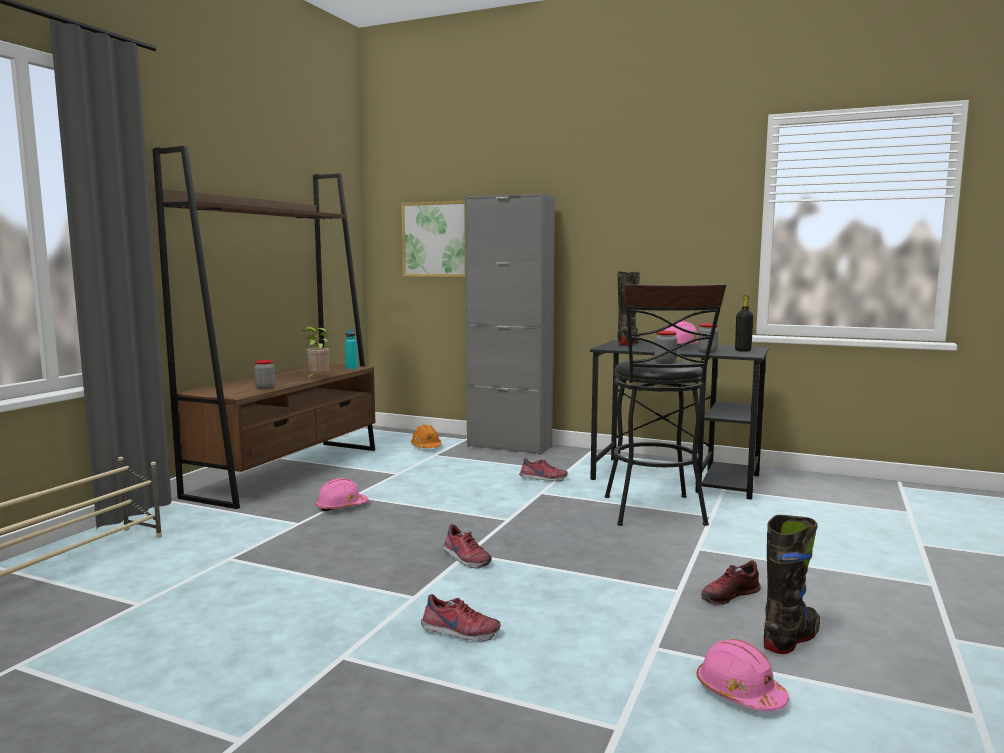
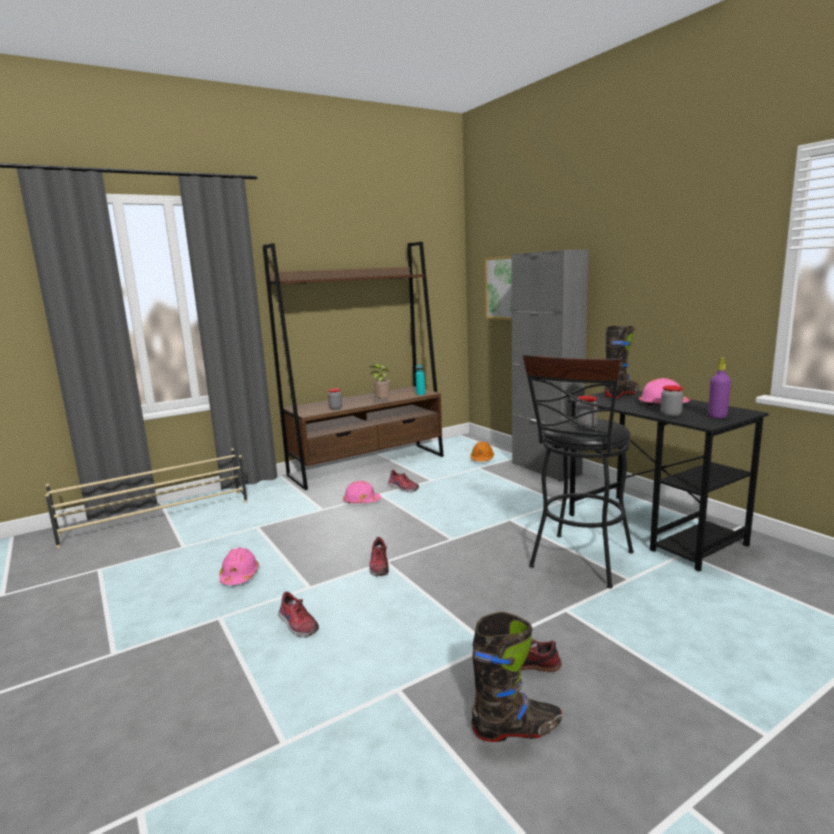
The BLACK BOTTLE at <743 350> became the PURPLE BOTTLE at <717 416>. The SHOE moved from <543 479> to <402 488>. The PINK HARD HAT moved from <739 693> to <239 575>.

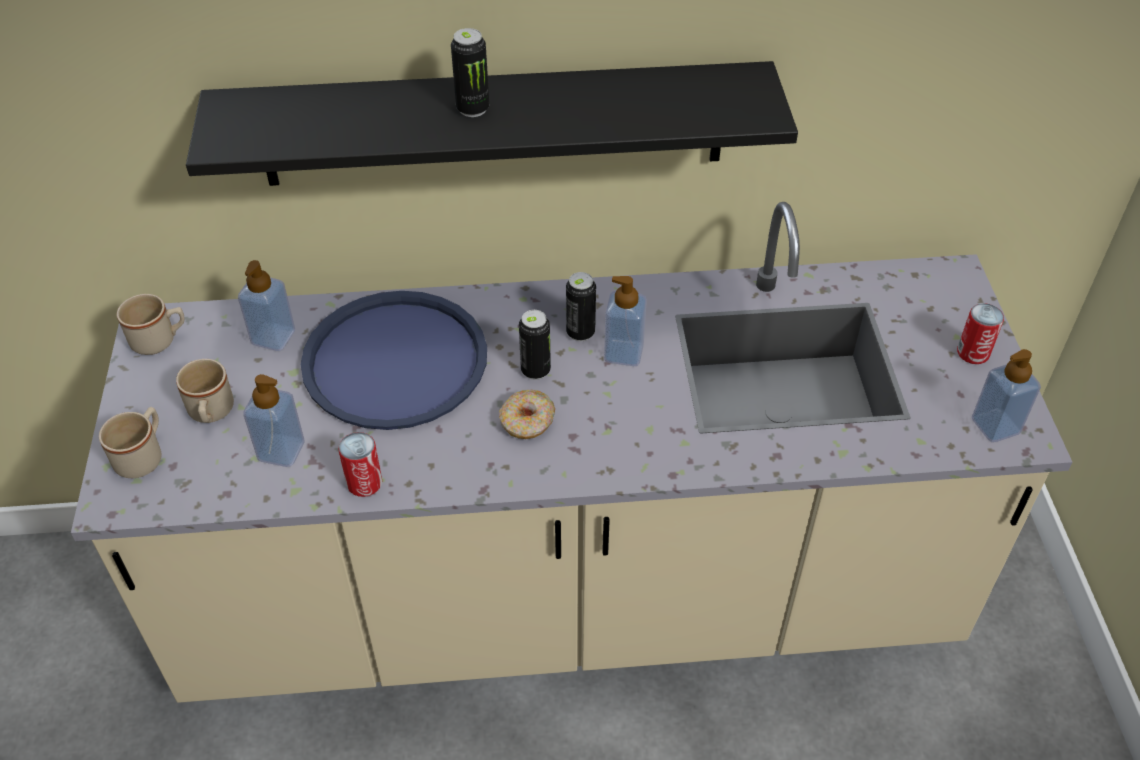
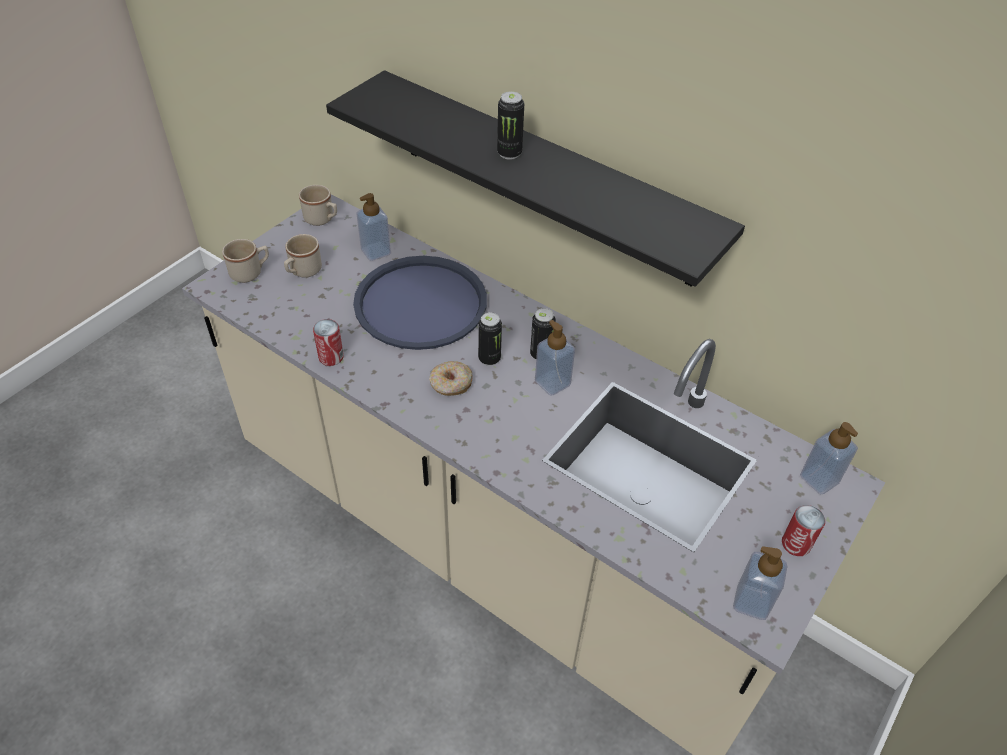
The SOAP DISPENSER moved from <281 451> to <819 479>.

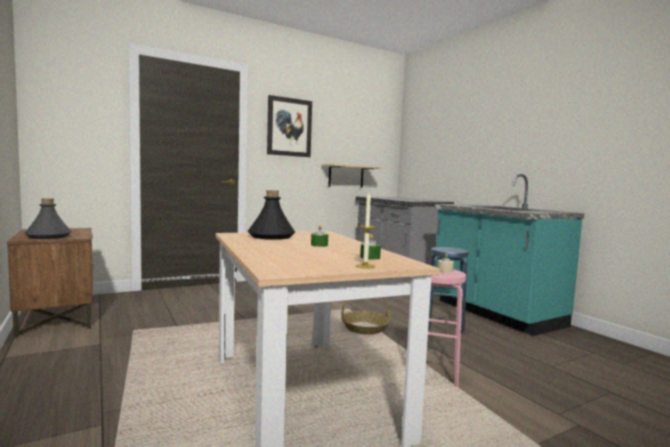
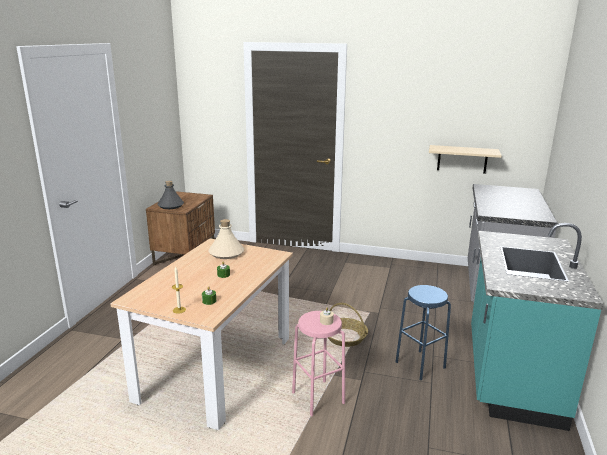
The PICTURE at <289 127> disappeared. The BLACK BOTTLE at <271 236> became the BEIGE BOTTLE at <226 253>.

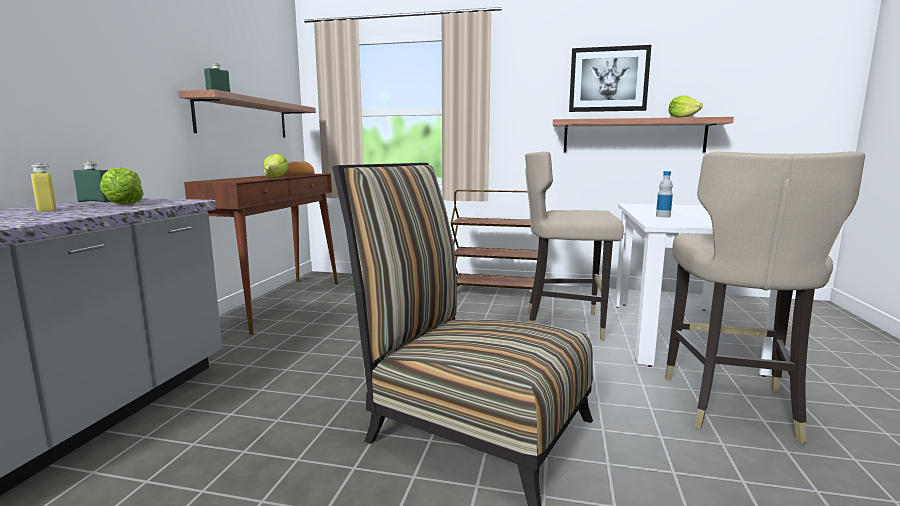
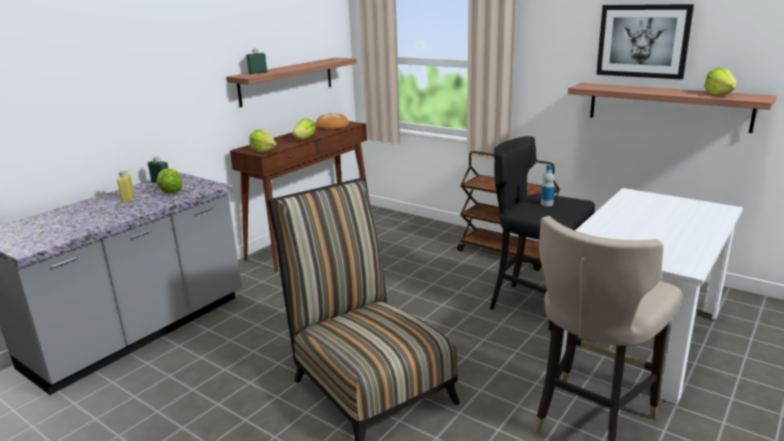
The BEIGE STOOL at <565 324> became the BLACK STOOL at <535 305>. The BOTTLE moved from <663 216> to <546 204>. The LETTUCE at <263 151> appeared.

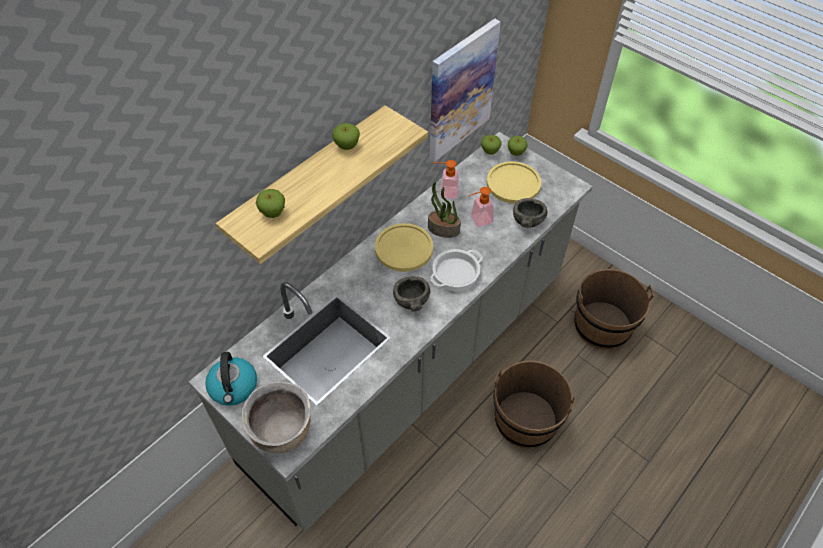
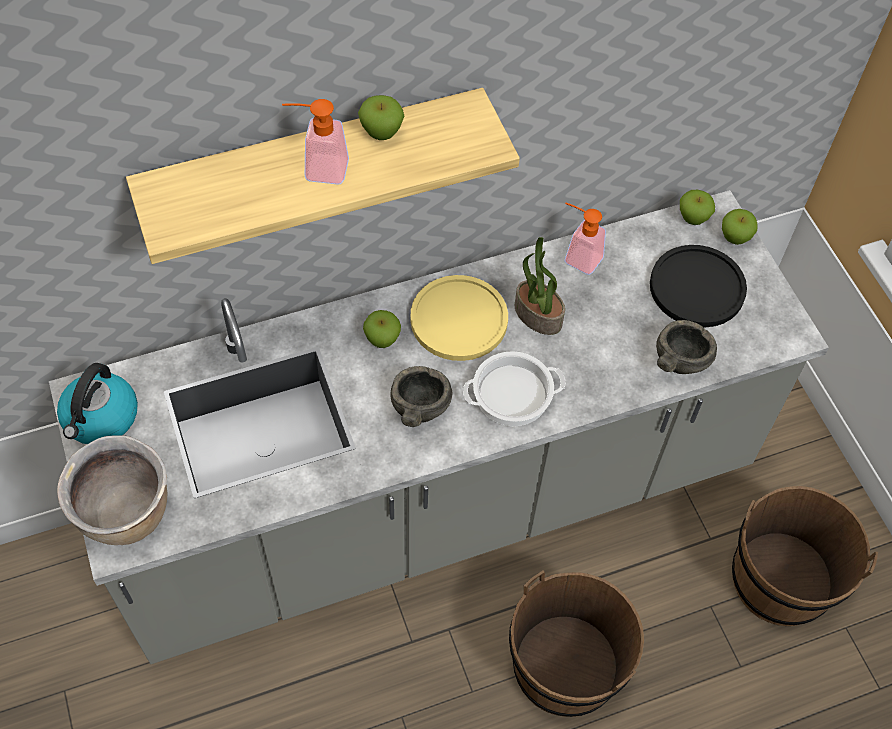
The PICTURE at <460 91> disappeared. The YELLOW PLATE at <513 183> became the BLACK PLATE at <697 287>. The SOAP DISPENSER moved from <477 221> to <318 169>. The APPLE moved from <273 213> to <382 339>.

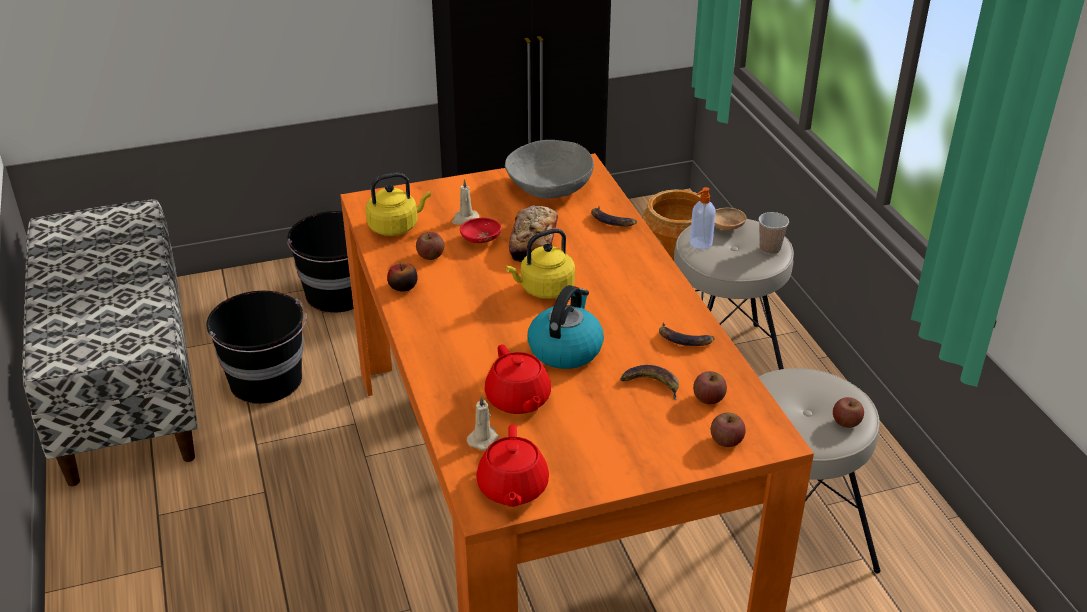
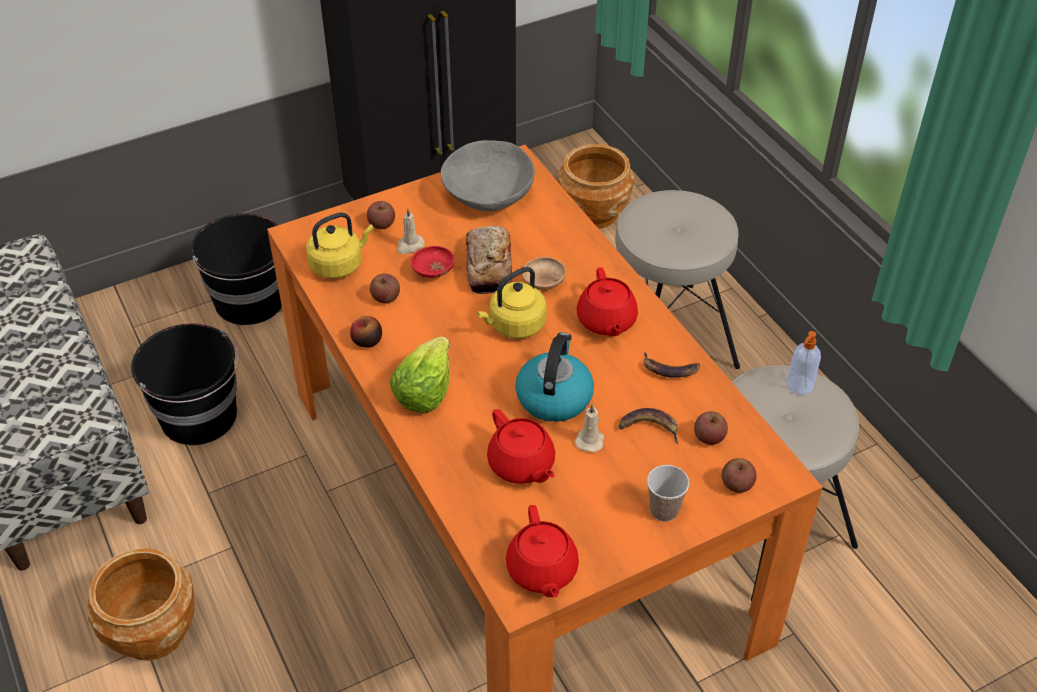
The SOAP DISPENSER moved from <700 243> to <799 385>. The BANANA at <612 220> disappeared. The BROWN BOWL moved from <726 227> to <543 283>. The CUP moved from <769 249> to <664 510>. The BEIGE CANDLE moved from <484 439> to <590 440>. The APPLE moved from <846 422> to <381 224>. The RED TEAPOT at <606 321> appeared. The LETTUCE at <424 390> appeared. The BROWN PLANTER at <153 632> appeared.

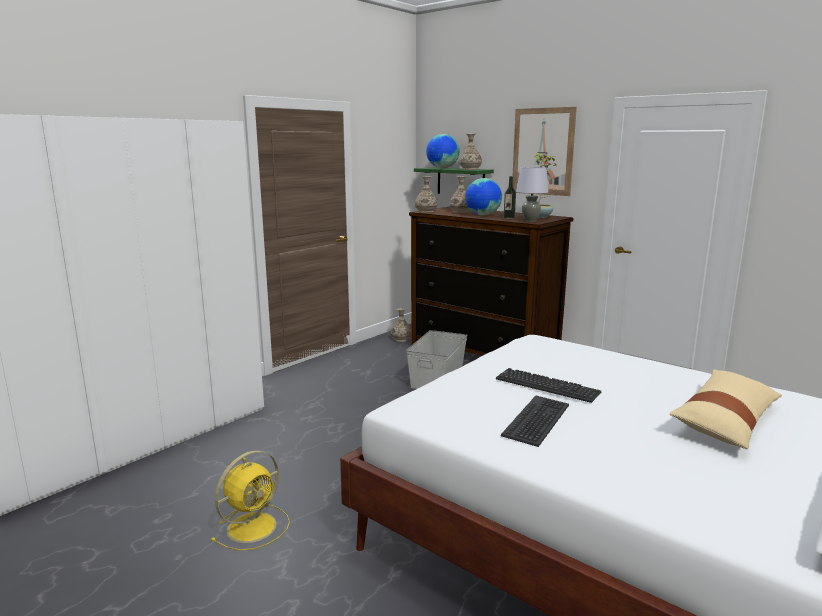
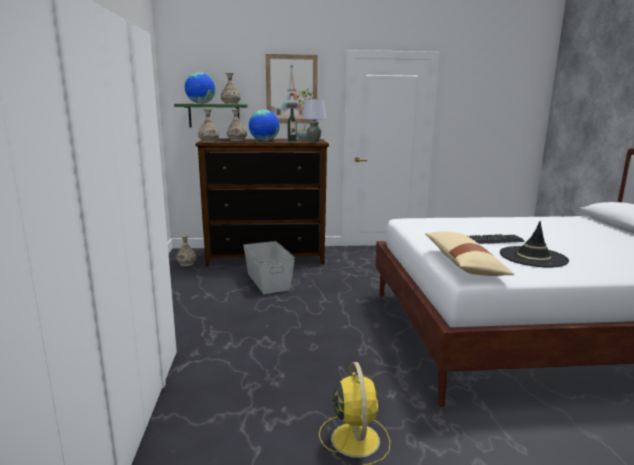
The BEIGE PILLOW moved from <725 421> to <463 264>. The KEYBOARD at <537 420> was replaced by the BLACK HAT at <533 257>.

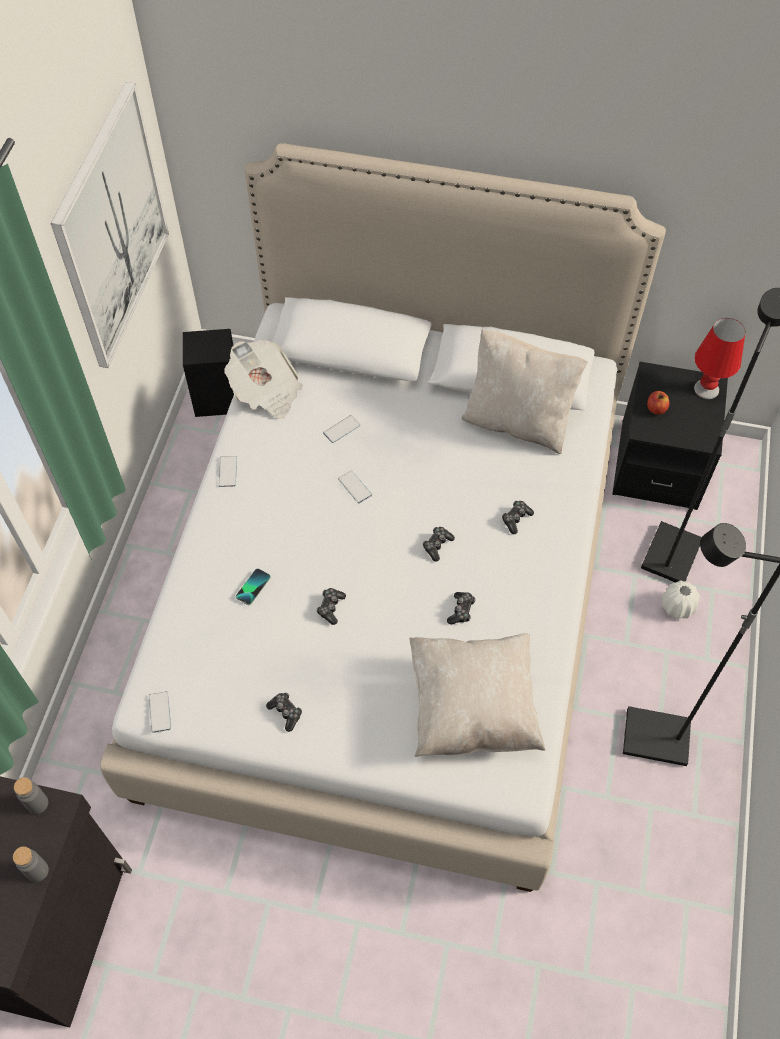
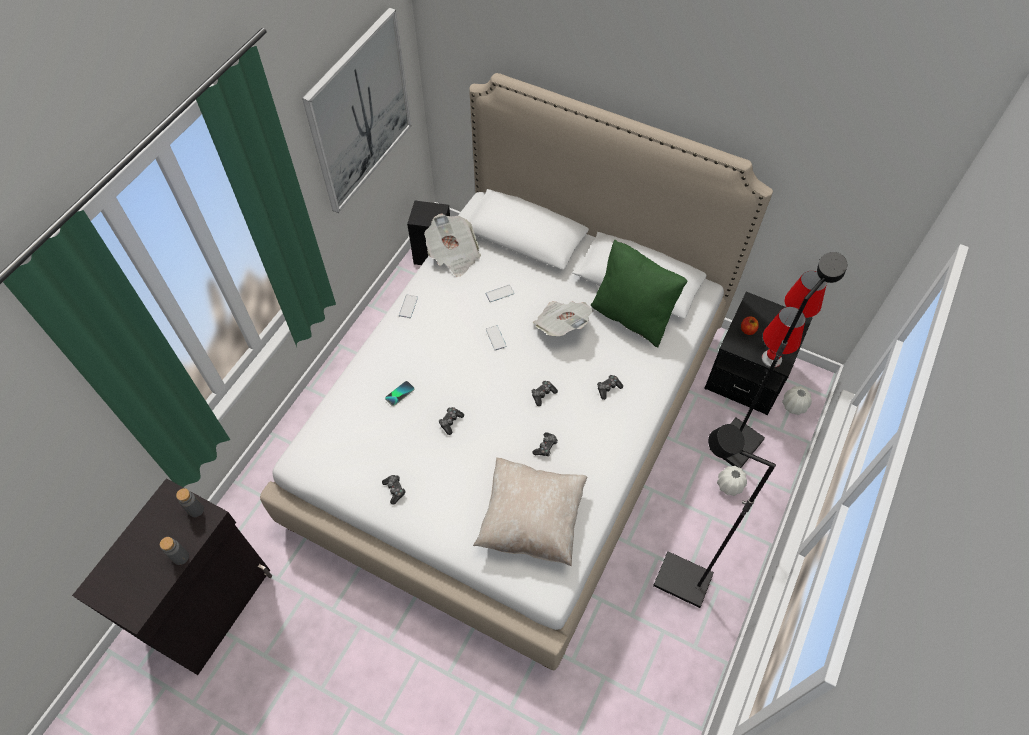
The BEIGE PILLOW at <517 421> became the GREEN PILLOW at <632 316>. The PHONE at <160 712> disappeared. The NEWSPAPER at <561 325> appeared. The RED TABLE LAMP at <771 358> appeared. The WHITE VASE at <794 405> appeared.

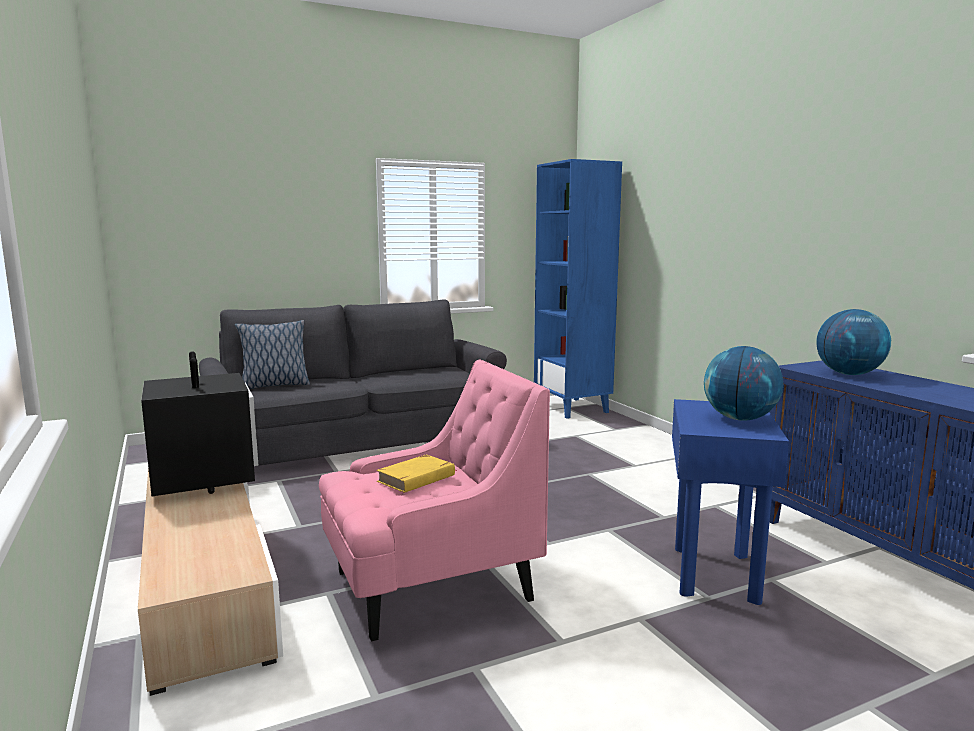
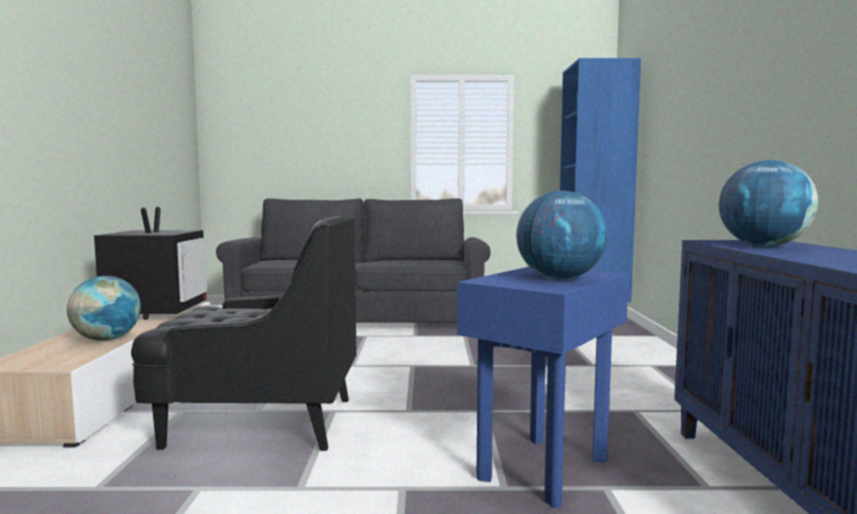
The PILLOW at <274 385> disappeared. The PINK ARMCHAIR at <430 586> became the BLACK ARMCHAIR at <259 422>. The YELLOW BOOK at <417 478> disappeared. The GLOBE at <106 339> appeared.

